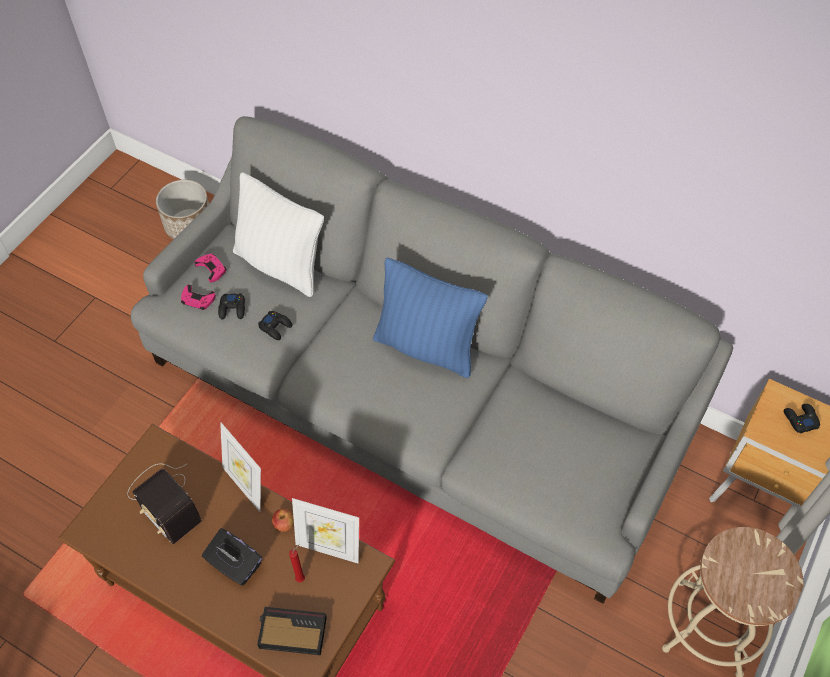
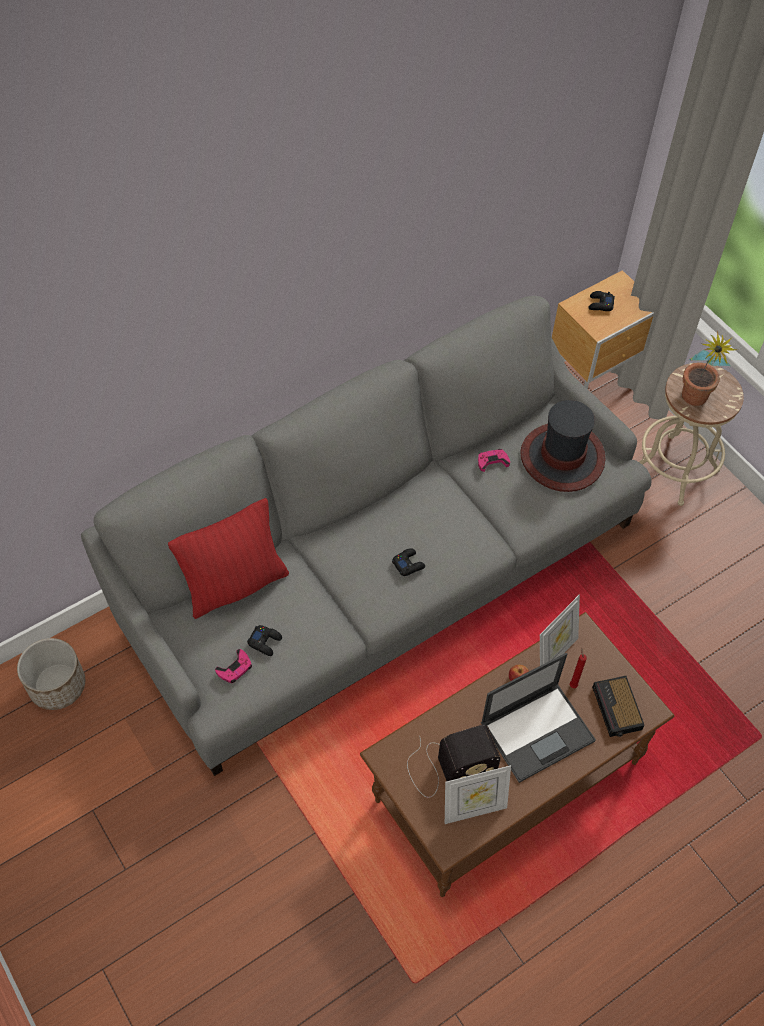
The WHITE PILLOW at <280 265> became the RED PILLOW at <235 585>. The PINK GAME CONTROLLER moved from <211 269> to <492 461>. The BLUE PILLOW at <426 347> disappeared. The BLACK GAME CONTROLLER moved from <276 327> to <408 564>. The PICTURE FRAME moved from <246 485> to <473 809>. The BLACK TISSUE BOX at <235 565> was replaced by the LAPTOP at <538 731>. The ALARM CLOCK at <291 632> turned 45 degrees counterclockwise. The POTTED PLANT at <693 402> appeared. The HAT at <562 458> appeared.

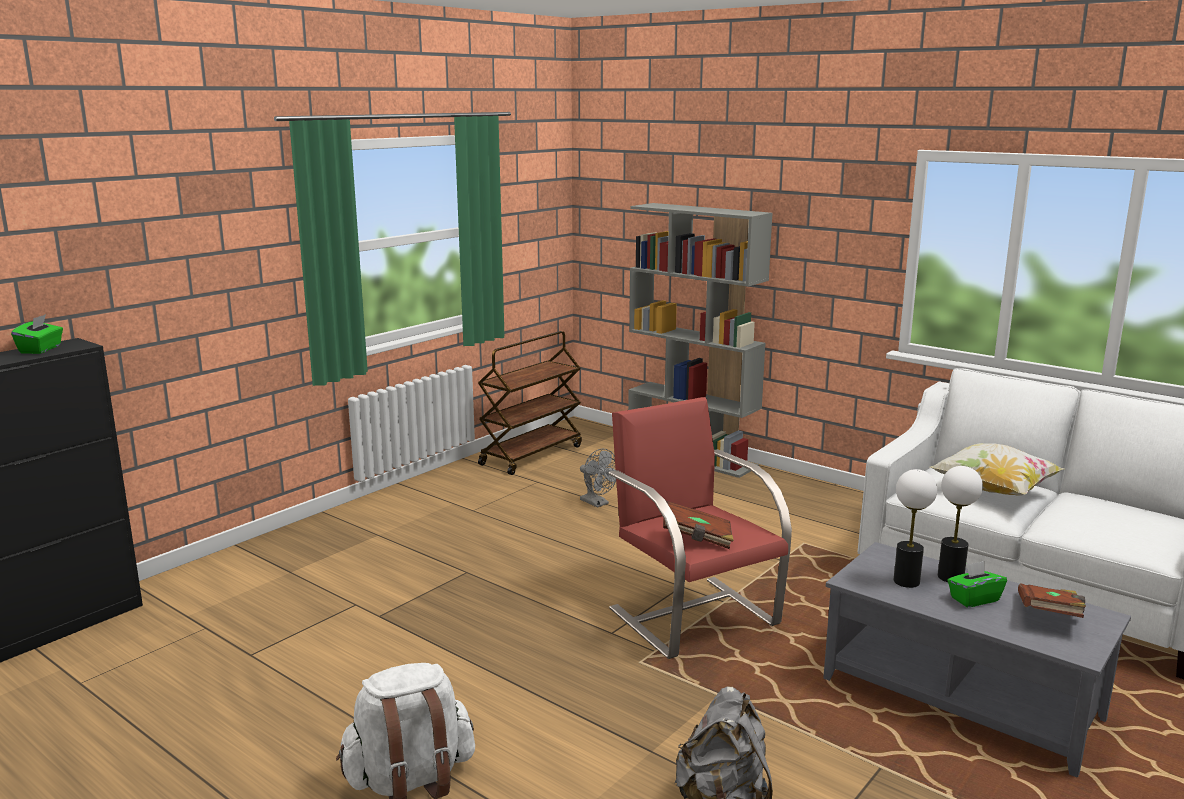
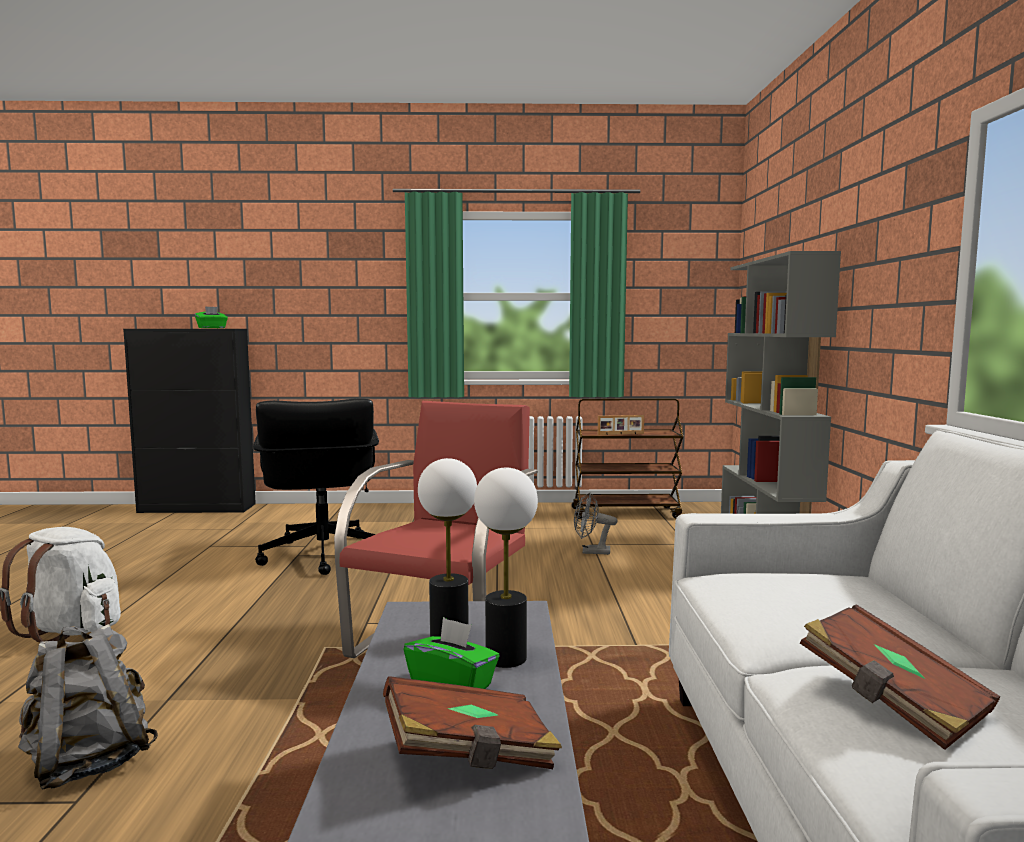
The PILLOW at <993 491> disappeared. The GREY FAN at <597 503> turned 90 degrees clockwise. The BROWN BOOK moved from <697 539> to <892 701>. The BLACK OFFICE CHAIR at <322 555> appeared. The PICTURE FRAME at <621 434> appeared.

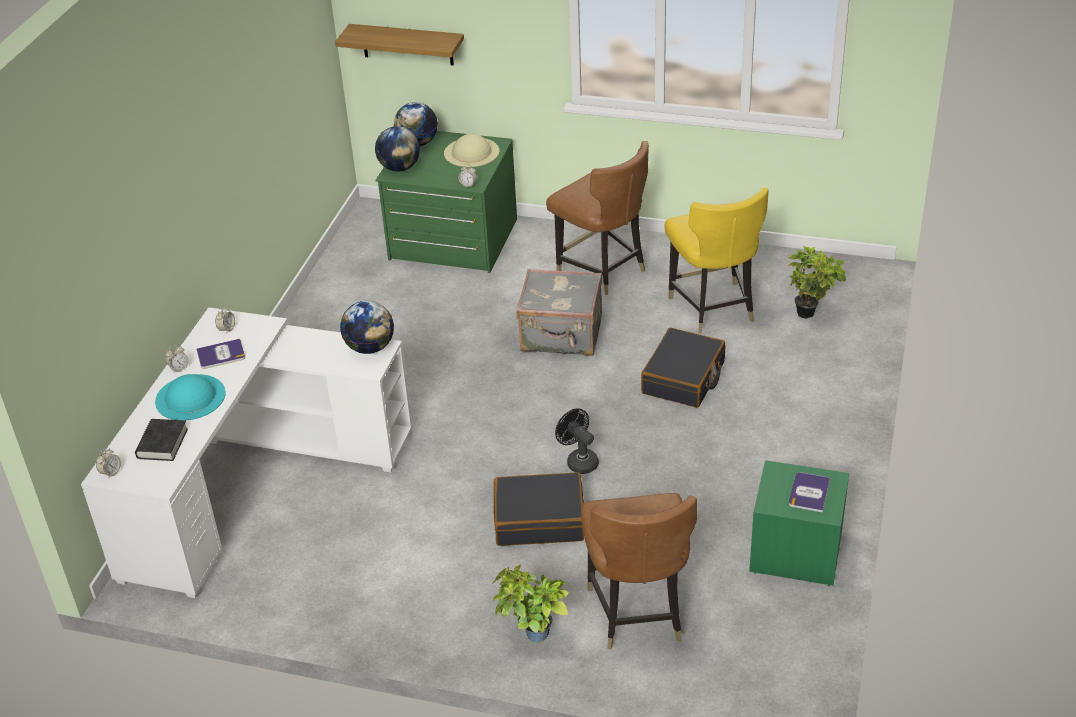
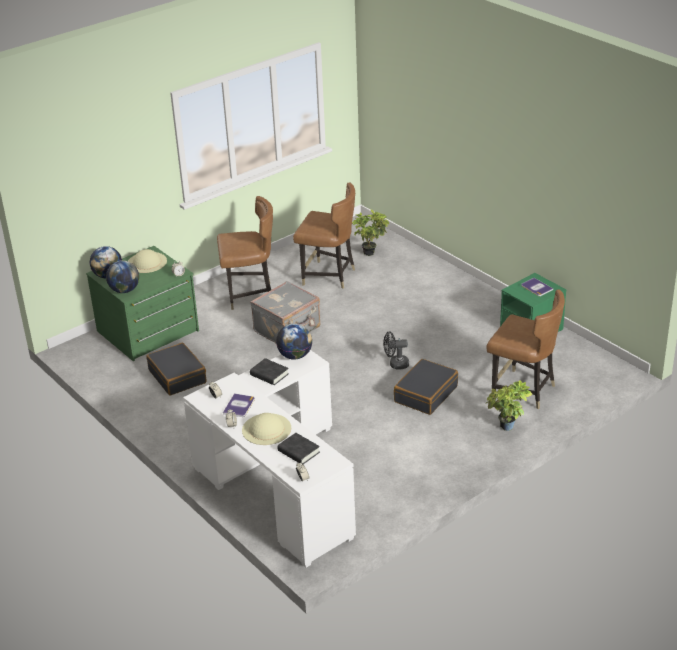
The SHELF at <407 44> disappeared. The YELLOW CHAIR at <713 308> became the BROWN CHAIR at <329 276>. The BLACK SUITCASE moved from <683 378> to <178 376>. The TURQUOISE HAT at <190 397> became the BEIGE HAT at <266 429>. The BLACK BOOK at <269 374> appeared.

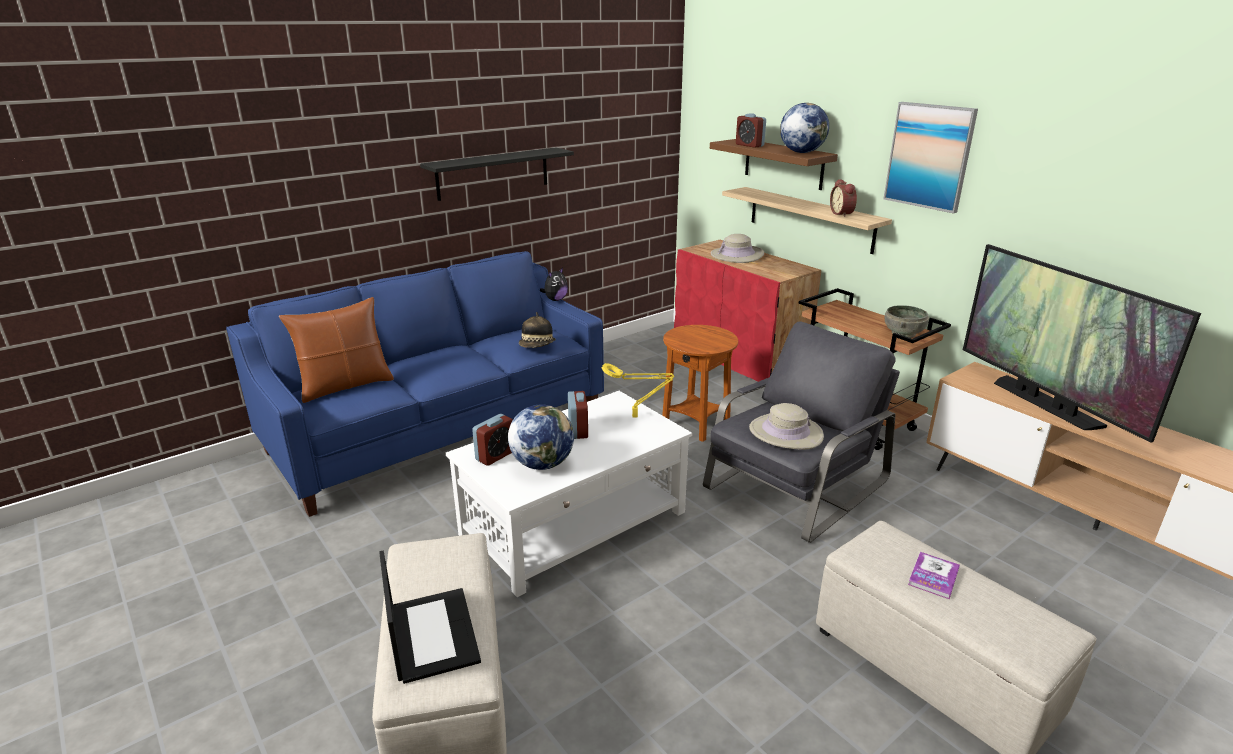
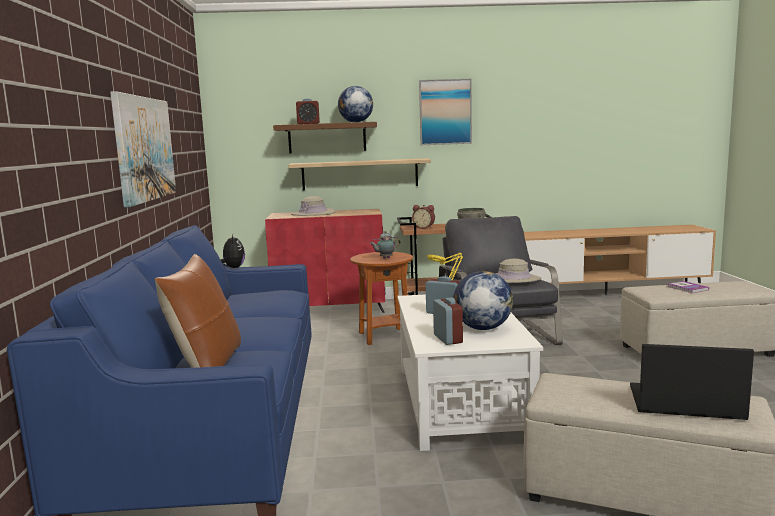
The BLACK SHELF at <493 173> was replaced by the PICTURE at <144 149>. The ALARM CLOCK moved from <843 214> to <424 227>. The TELEVISION at <1044 403> disappeared. The HAT at <537 346> disappeared. The TEAPOT at <385 258> appeared.

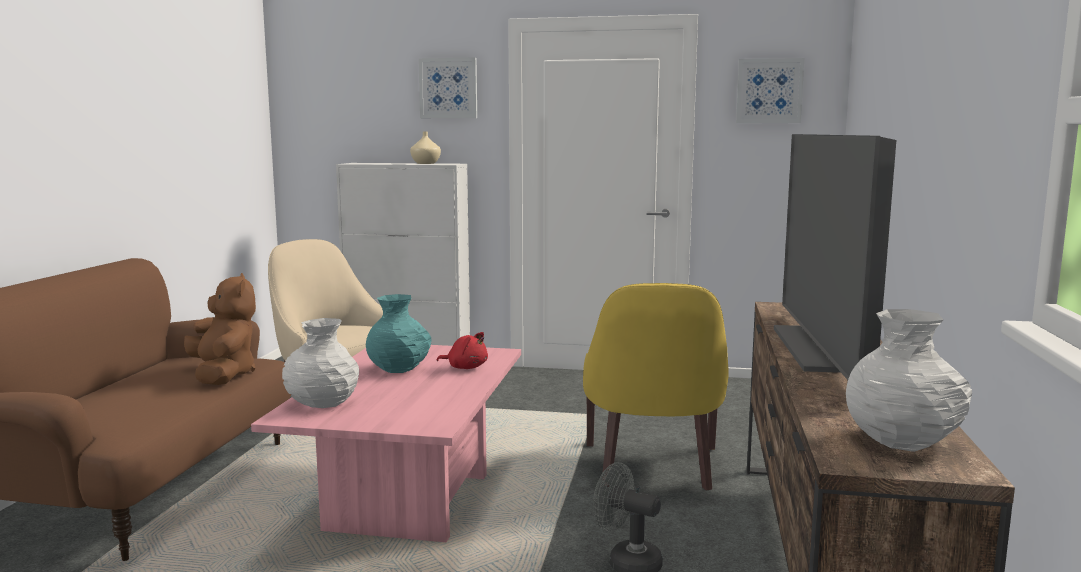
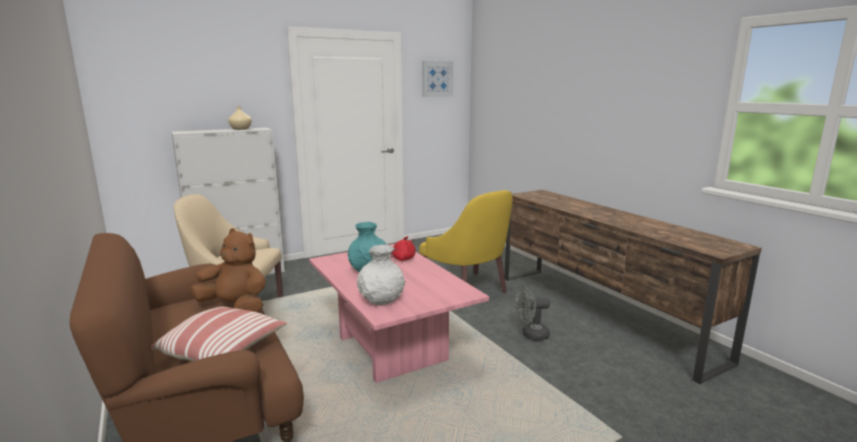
The PICTURE at <448 88> disappeared. The TELEVISION at <828 350> disappeared. The WHITE VASE at <904 441> disappeared. The PILLOW at <224 351> appeared.

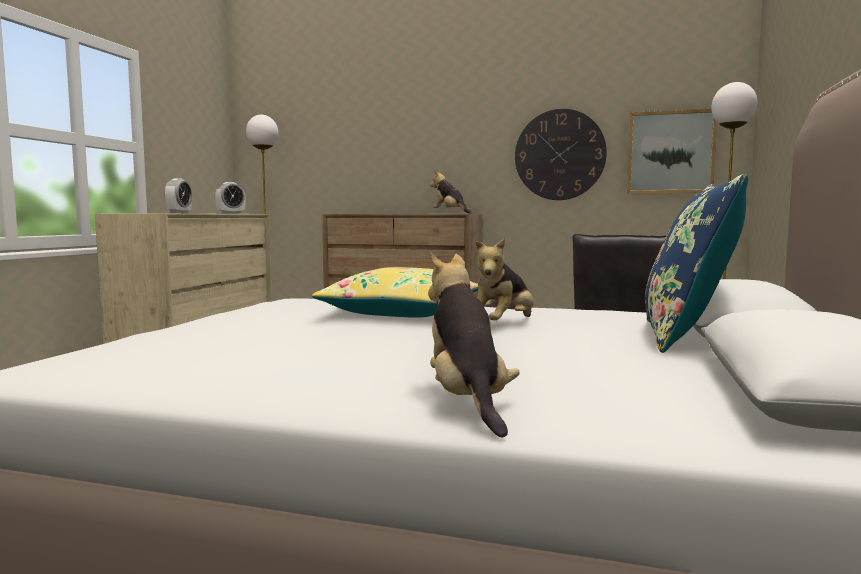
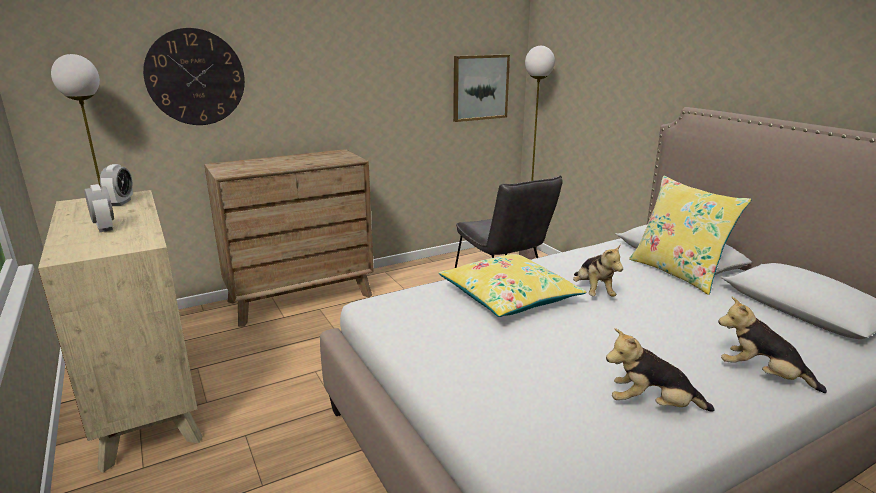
The WALL CLOCK moved from <559 155> to <195 77>. The PLUSH TOY moved from <450 213> to <652 405>. The BLUE PILLOW at <685 337> became the YELLOW PILLOW at <677 273>.

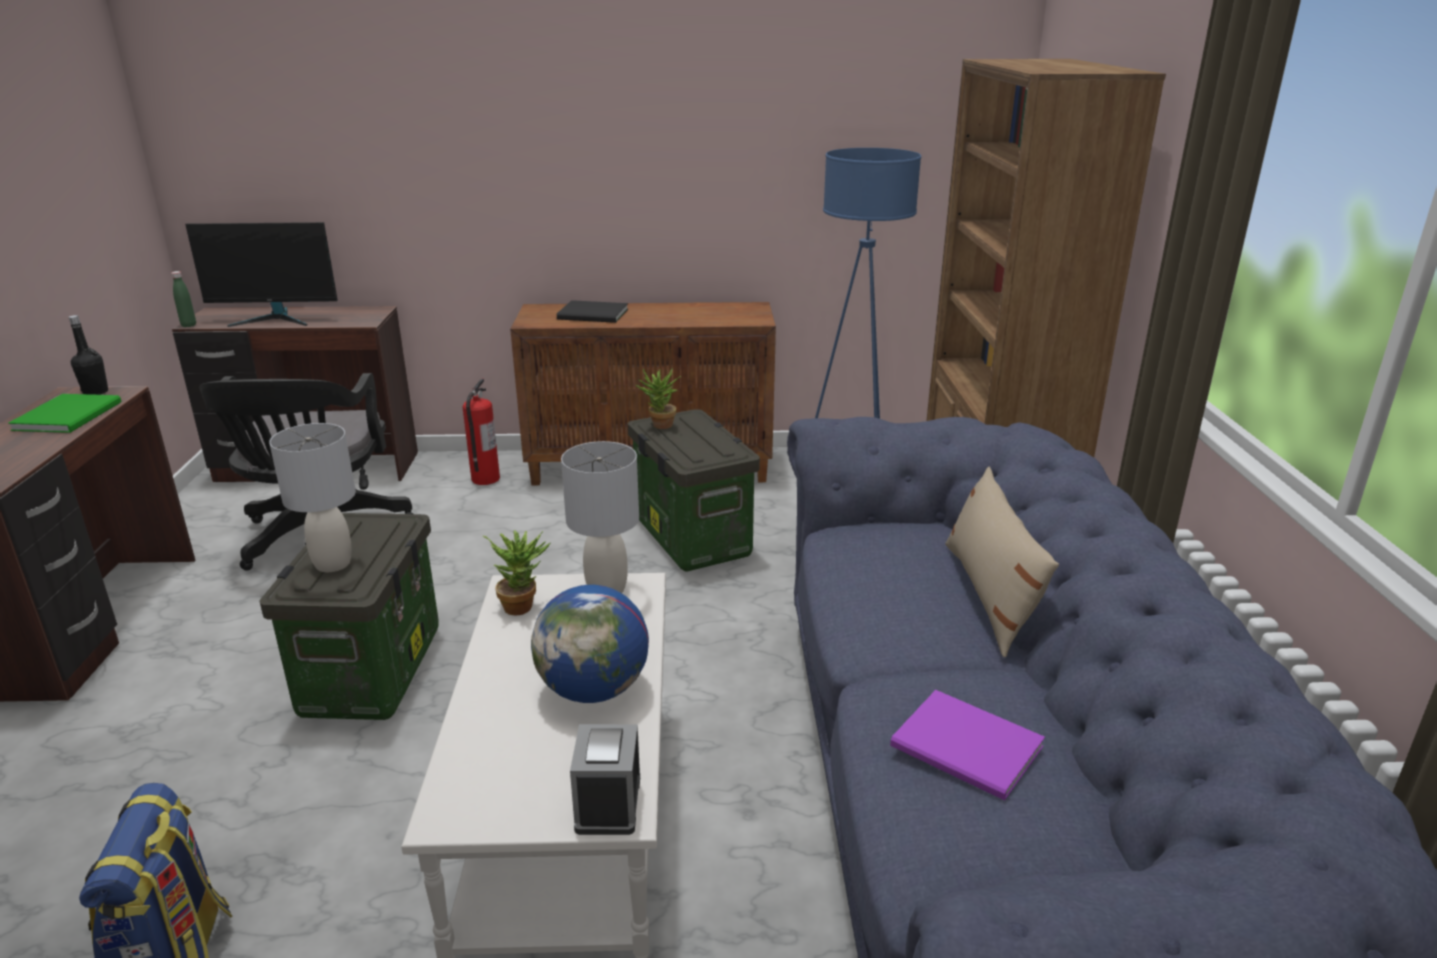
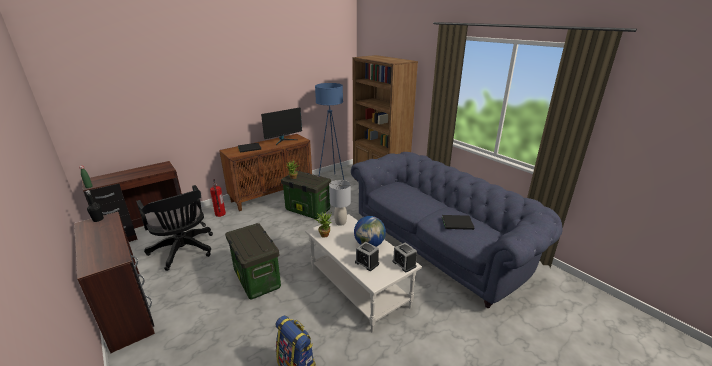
The MONITOR moved from <276 319> to <283 140>. The GREEN BOOK at <71 415> disappeared. The GREY TABLE LAMP at <333 563> disappeared. The BEIGE PILLOW at <990 595> disappeared. The PURPLE BOOK at <968 750> became the BLACK BOOK at <458 223>. The ALARM CLOCK at <367 263> appeared.

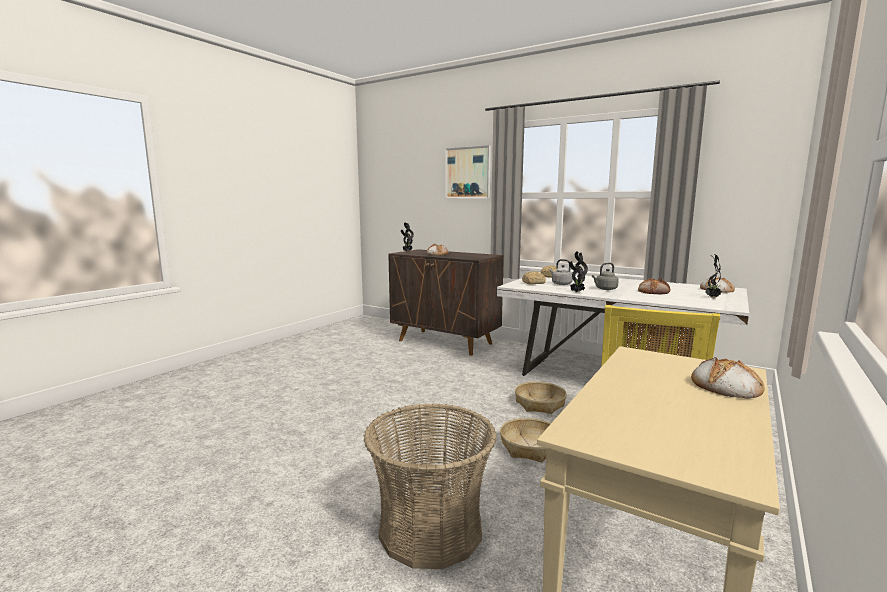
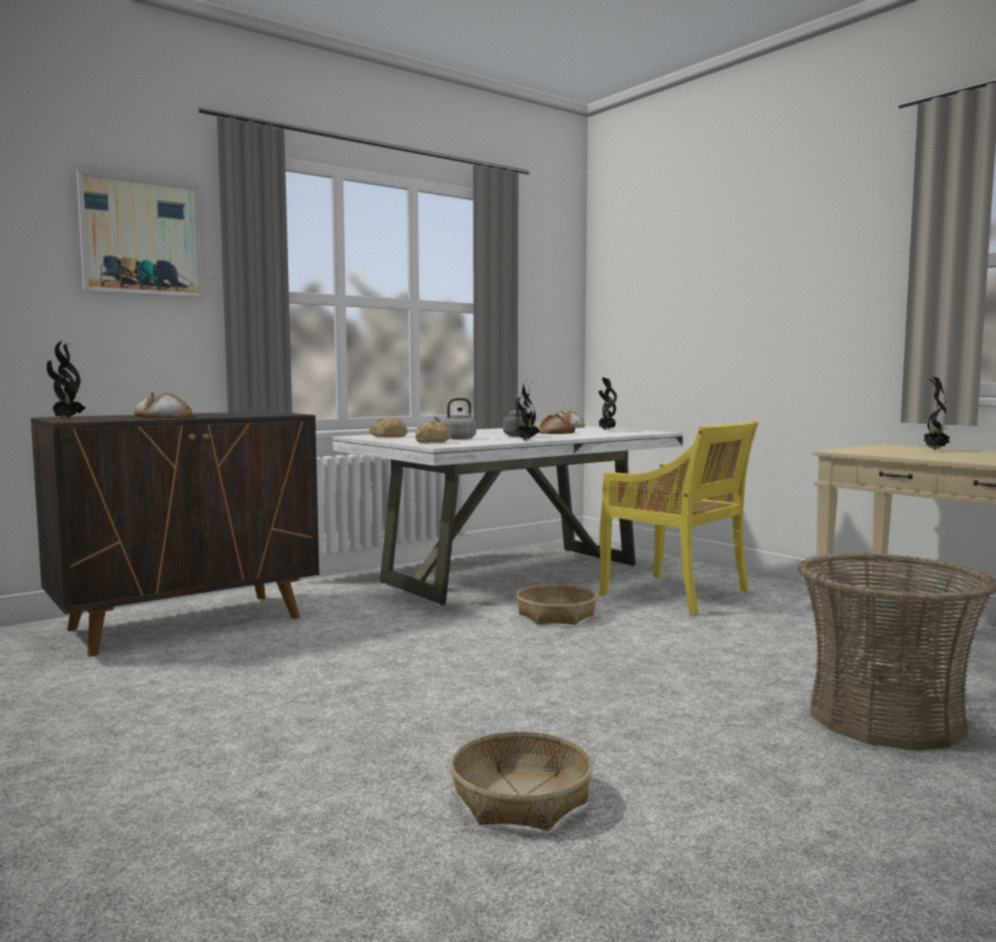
The BREAD at <725 386> was replaced by the POTTED PLANT at <934 449>. The BASKET moved from <530 447> to <521 798>.

